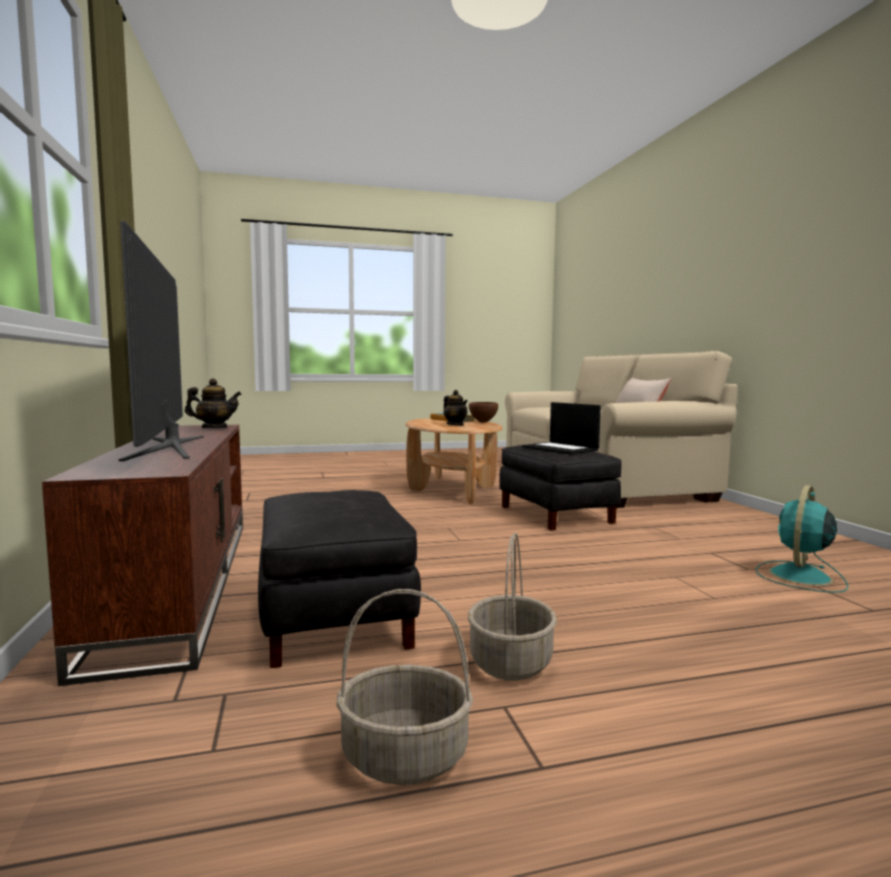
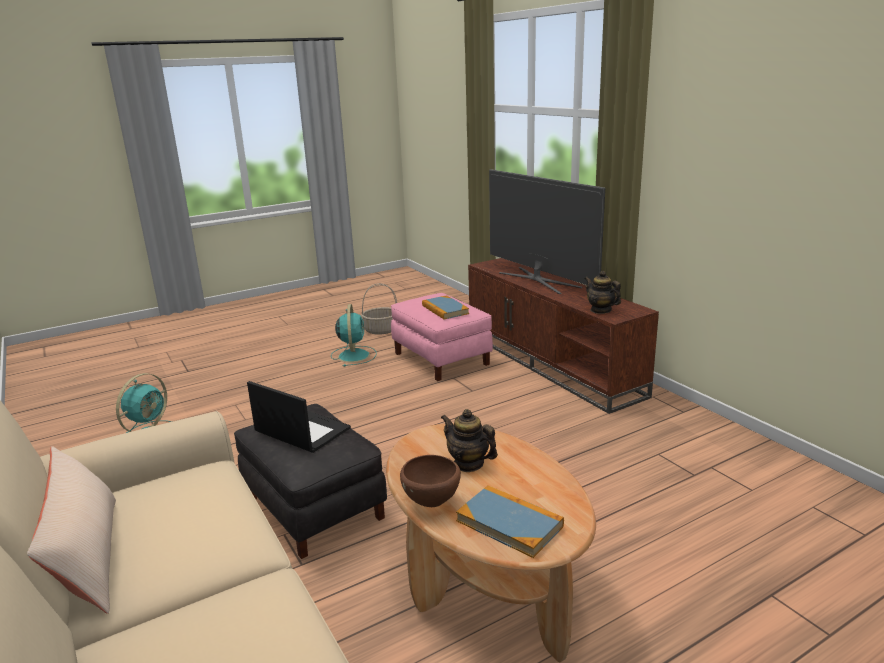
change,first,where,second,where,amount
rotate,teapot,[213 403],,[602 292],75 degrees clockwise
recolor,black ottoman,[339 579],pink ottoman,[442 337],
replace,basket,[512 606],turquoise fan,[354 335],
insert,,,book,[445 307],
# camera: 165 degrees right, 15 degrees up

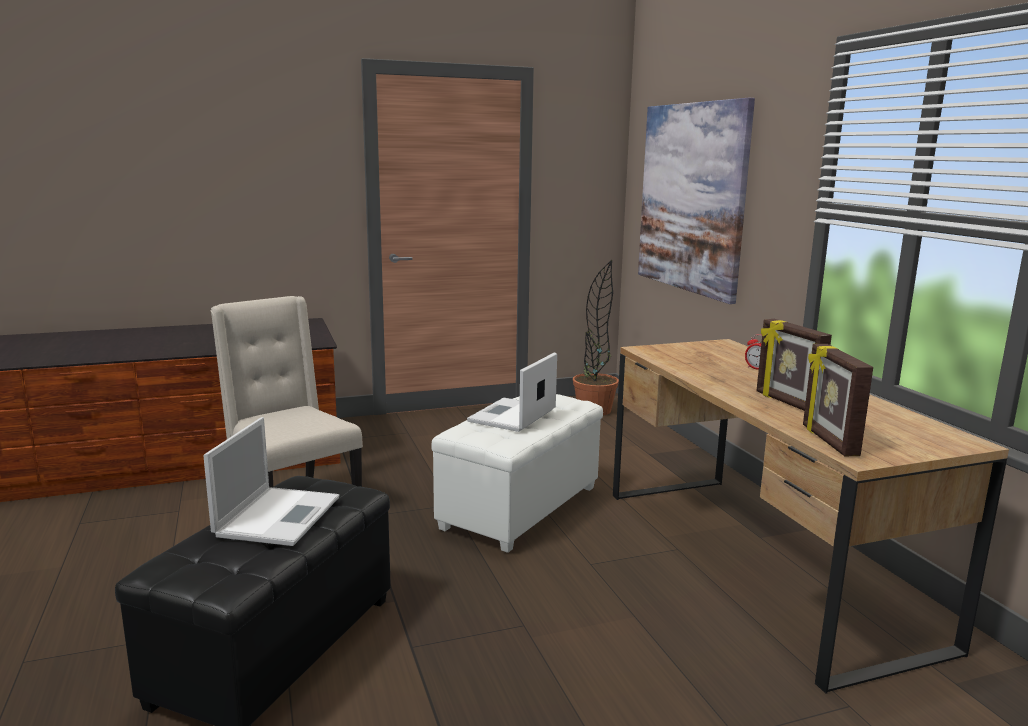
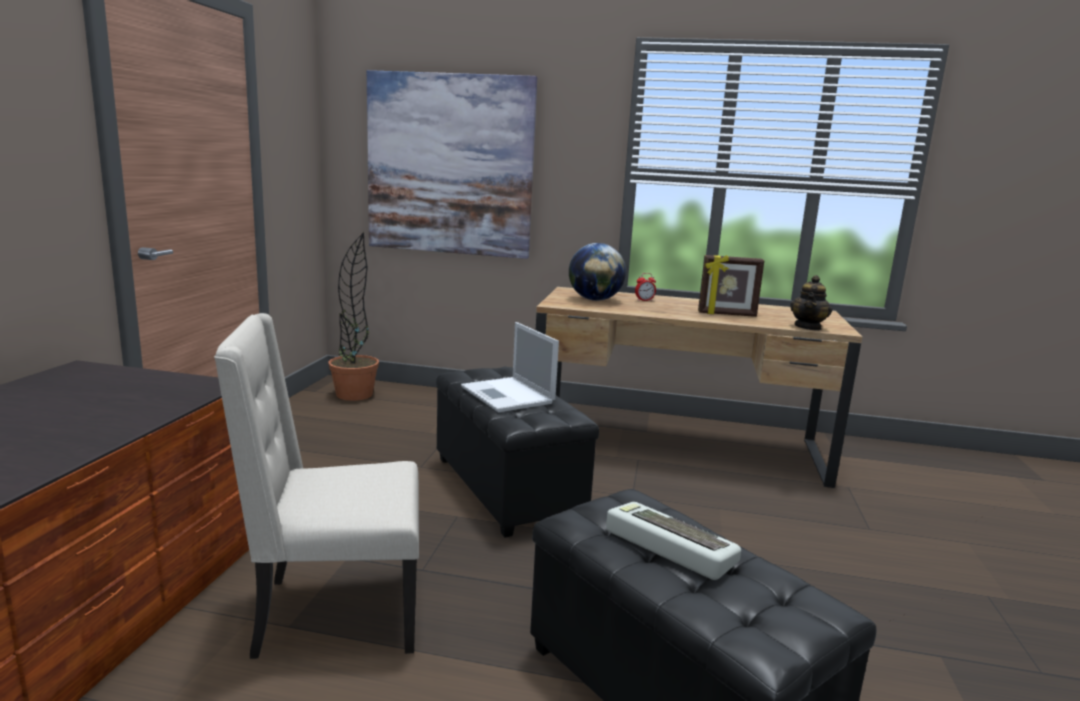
change,first,where,second,where,amount
replace,picture frame,[838 400],teapot,[811 303],
recolor,white ottoman,[517 473],black ottoman,[517 452],
replace,laptop,[271 481],keyboard,[673 541],
insert,,,globe,[597 272],
# camera: 60 degrees left, 0 degrees up

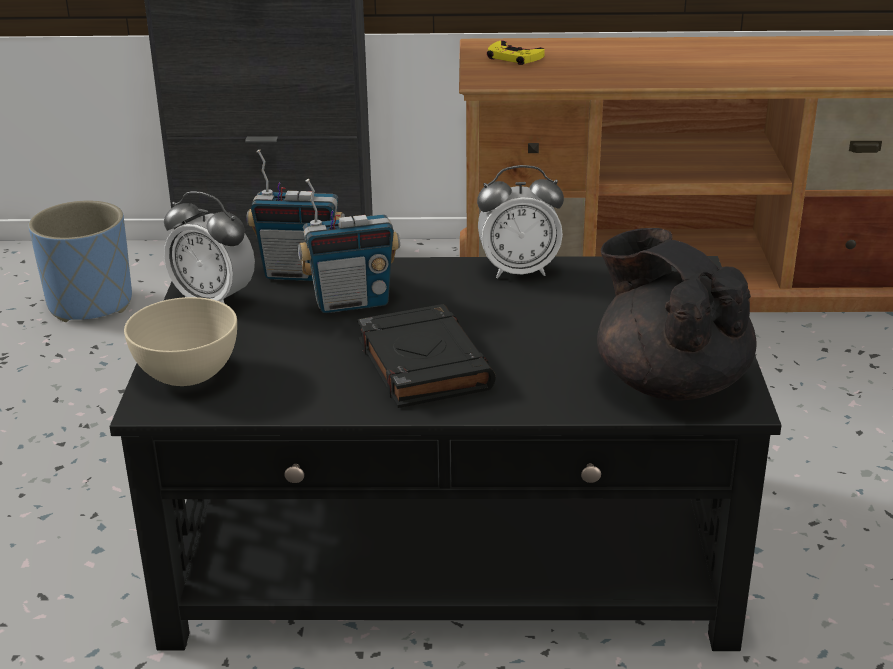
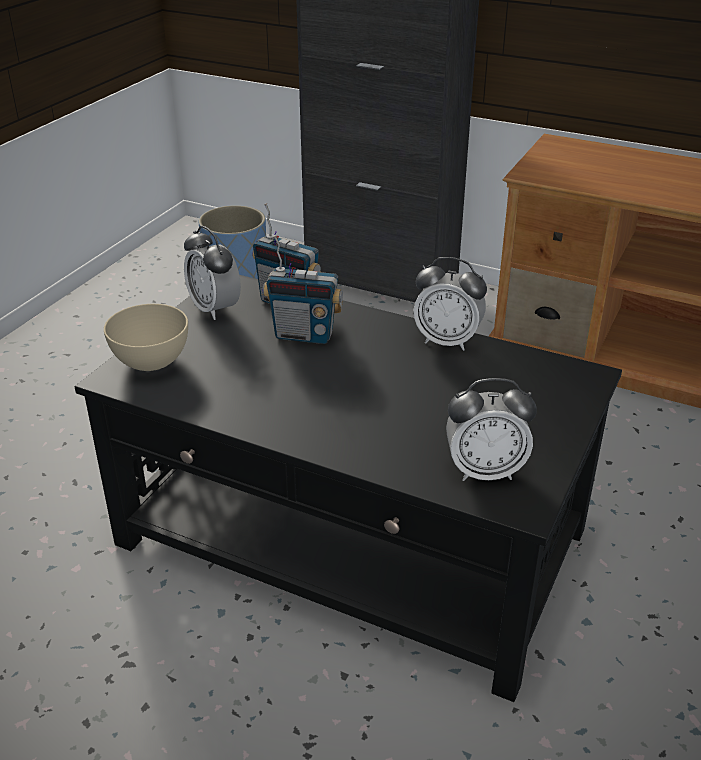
change,first,where,second,where,amount
delete,yellow game controller,[516 53],,,
replace,black teapot,[677 314],alarm clock,[491 429],
delete,black book,[426 356],,,
# camera: 25 degrees right, 5 degrees up

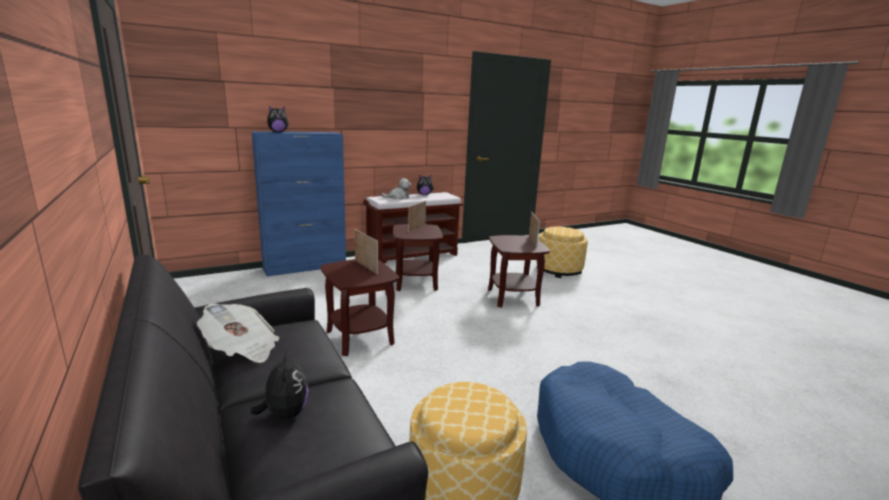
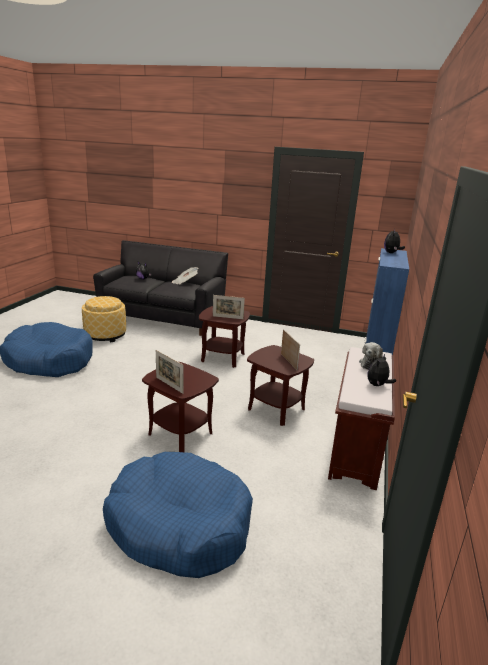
change,first,where,second,where,amount
replace,ottoman,[562 252],blue dog bed,[178 515],
# camera: 135 degrees right, 5 degrees up

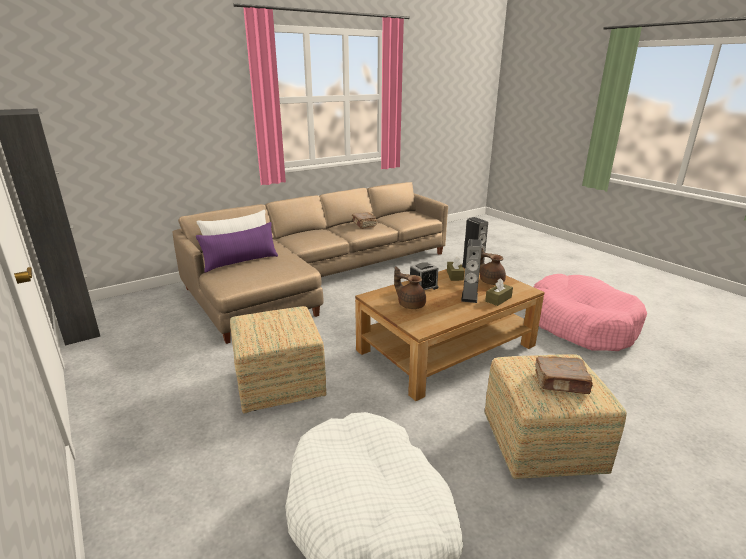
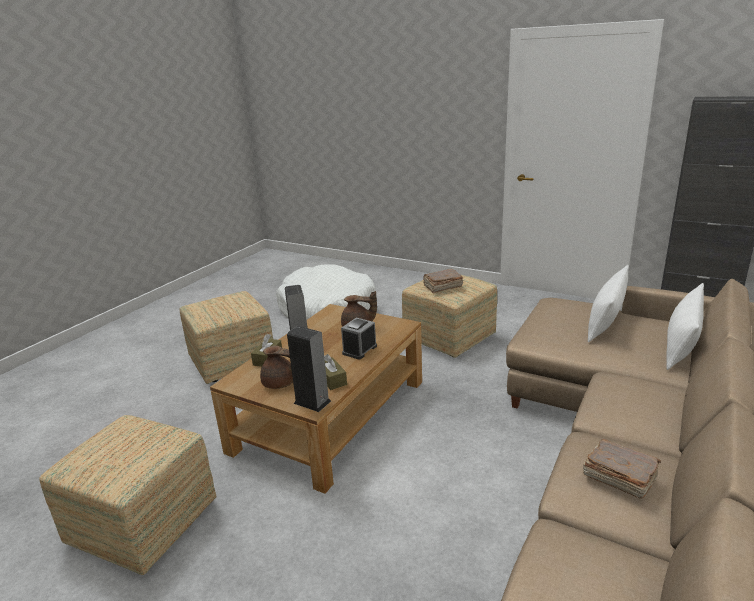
change,first,where,second,where,amount
recolor,purple pillow,[237 247],white pillow,[608 303],
replace,pink dog bed,[590 312],ottoman,[127 495],
move,brown book,[564 375],,[443 281],
# camera: 155 degrees right, 0 degrees up

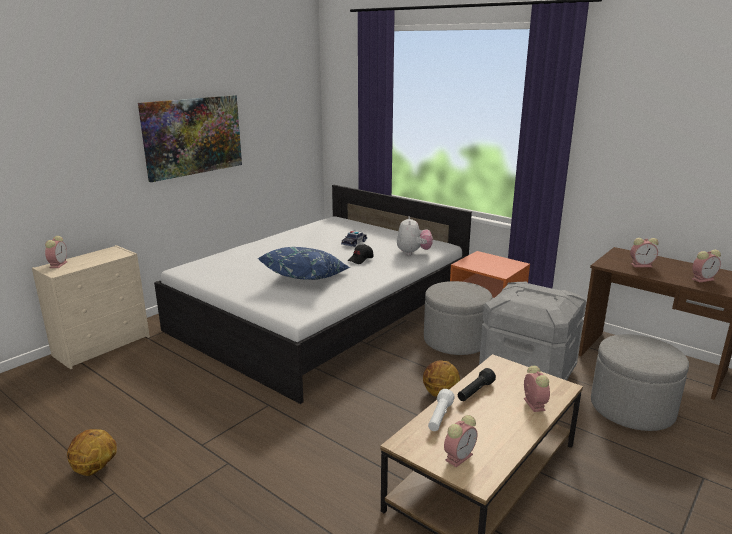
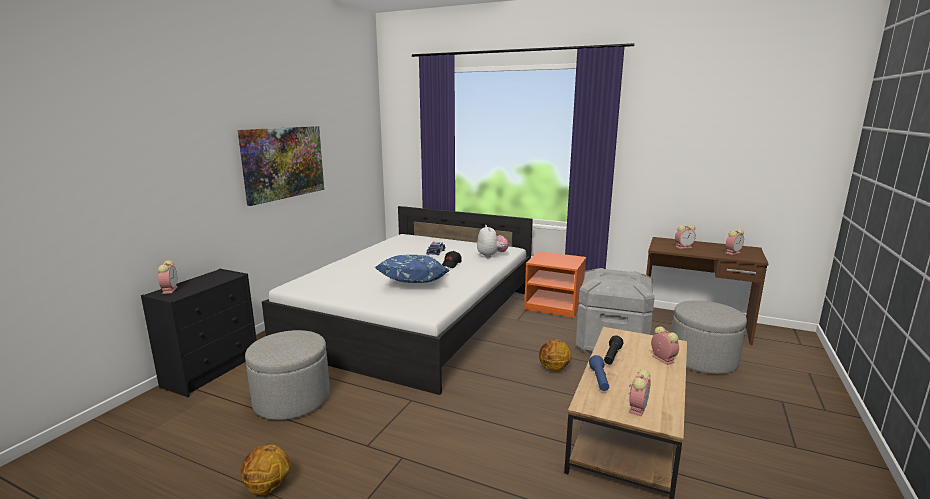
change,first,where,second,where,amount
recolor,beige dresser,[91 307],black dresser,[199 333],
move,grey ottoman,[458 318],,[287 375],
recolor,white flashlight,[441 410],blue flashlight,[599 373],
# camera: 15 degrees left, 5 degrees down

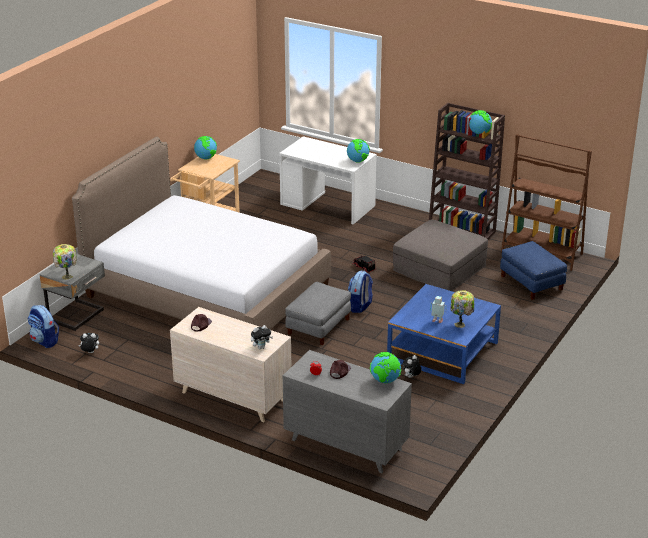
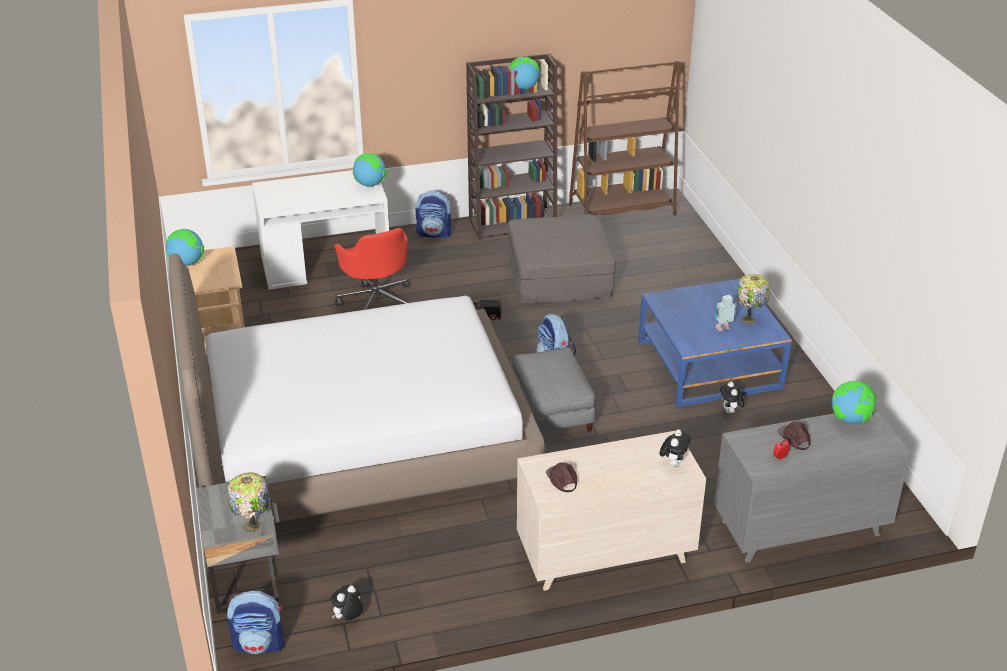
change,first,where,second,where,amount
delete,blue ottoman,[533 270],,,
insert,,,backpack,[434 214],
insert,,,red office chair,[371 269],
# camera: 45 degrees left, 5 degrees up

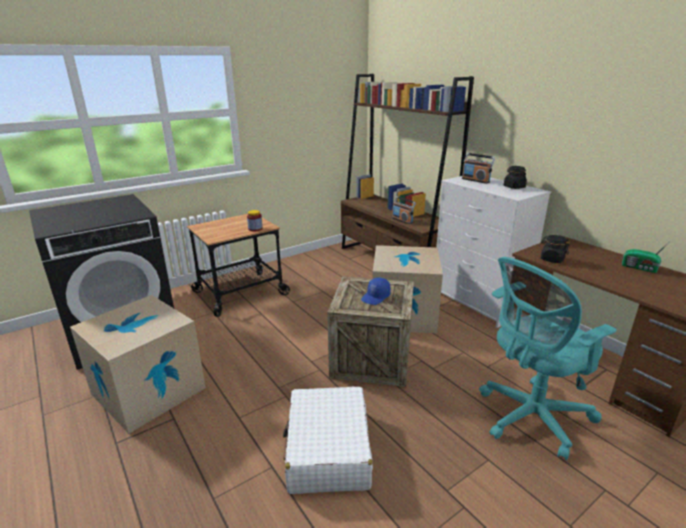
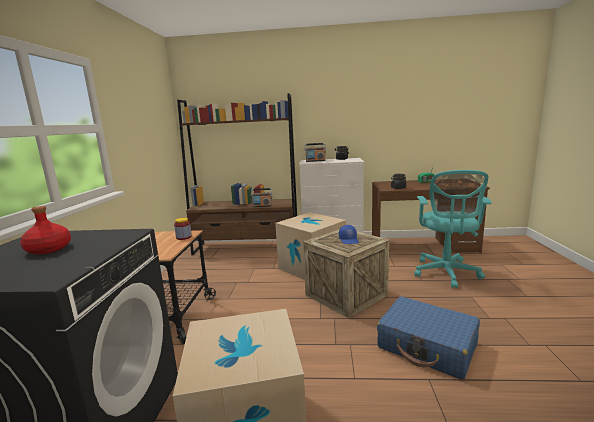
change,first,where,second,where,amount
recolor,white suitcase,[328 440],blue suitcase,[428 338],
insert,,,red bottle,[45 230],
# camera: 50 degrees left, 10 degrees down

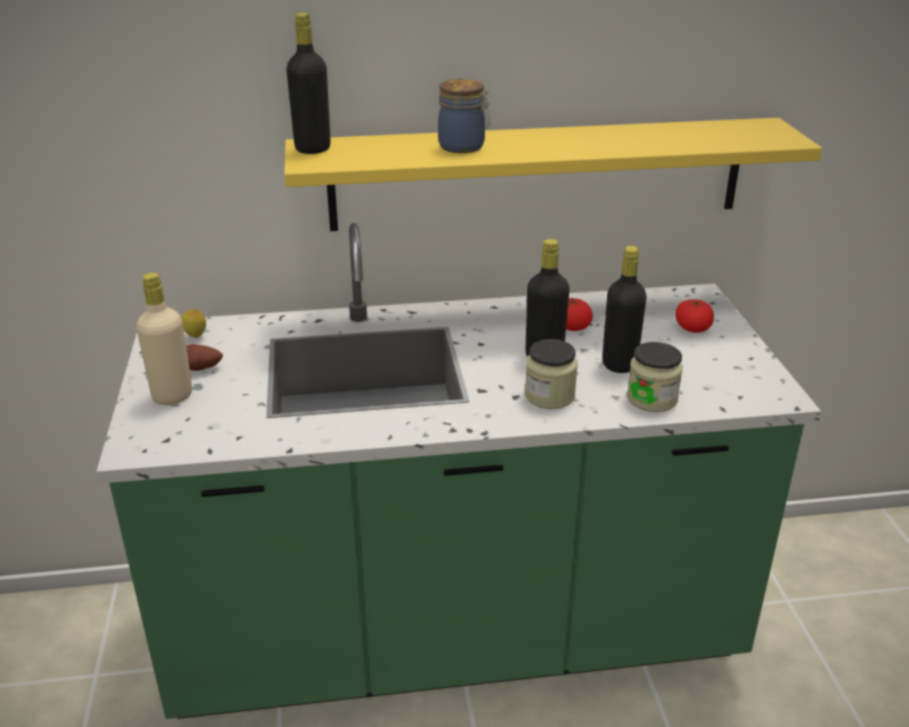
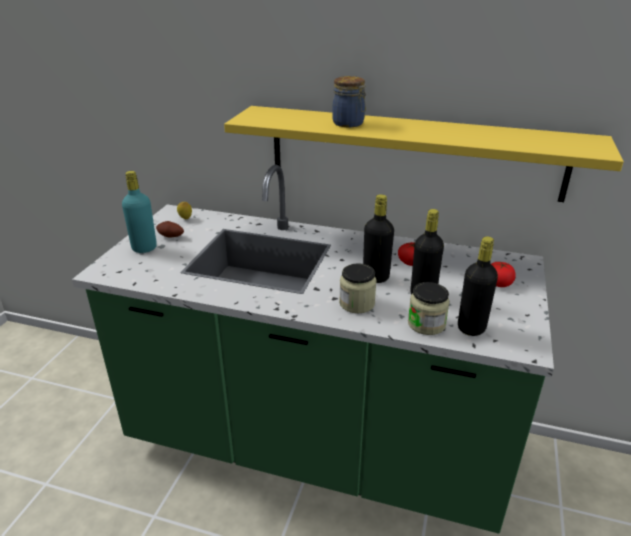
change,first,where,second,where,amount
move,black bottle,[308 83],,[478 286],
recolor,beige bottle,[164 339],turquoise bottle,[139 212],
# camera: 25 degrees right, 0 degrees up

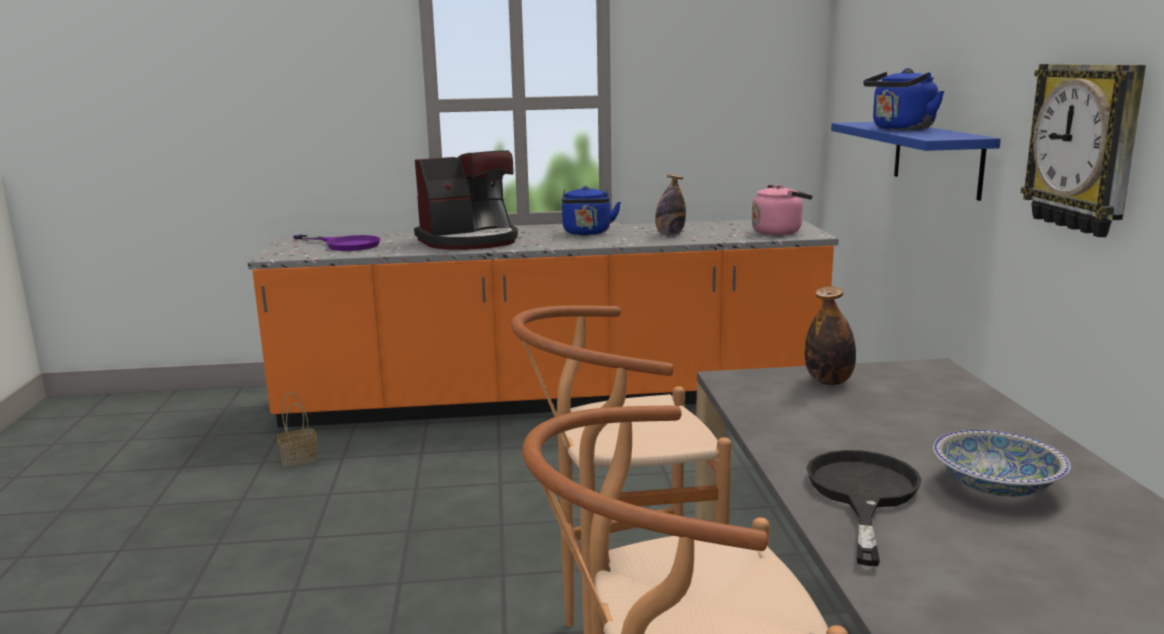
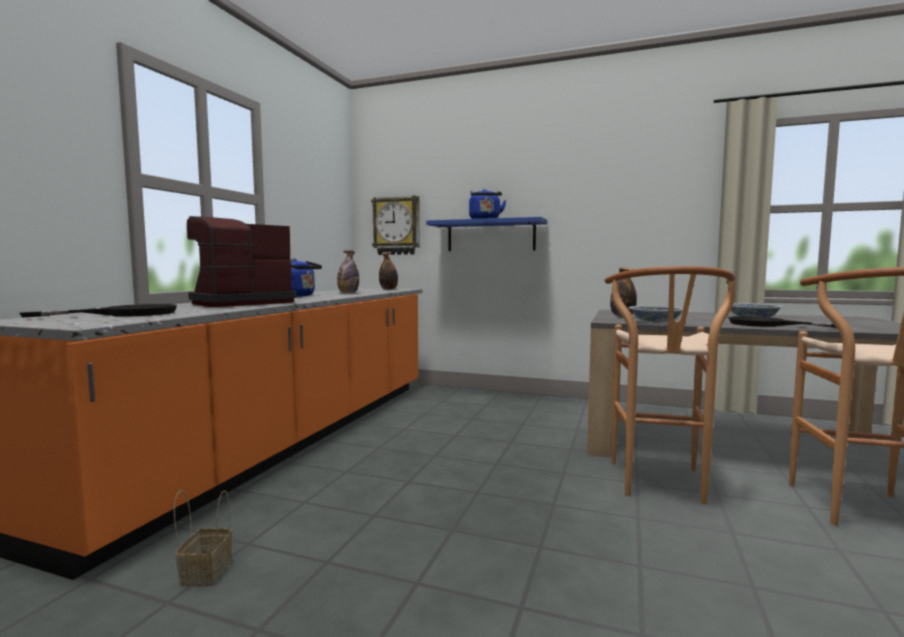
change,first,where,second,where,amount
move,wall clock,[1083 150],,[395 225],
rotate,coffee machine,[466 200],,[242 261],135 degrees counterclockwise
replace,pink kettle,[782 210],bottle,[388 271],
recolor,purple frying pan,[336 242],black frying pan,[98 311],
insert,,,bowl,[655 314],
# camera: 65 degrees left, 10 degrees down

